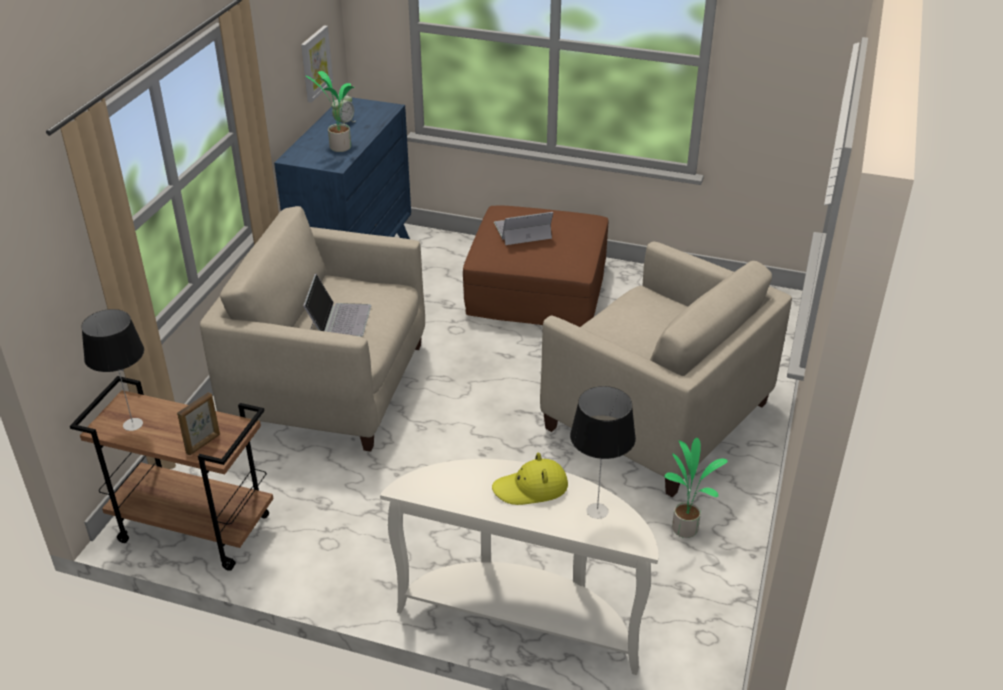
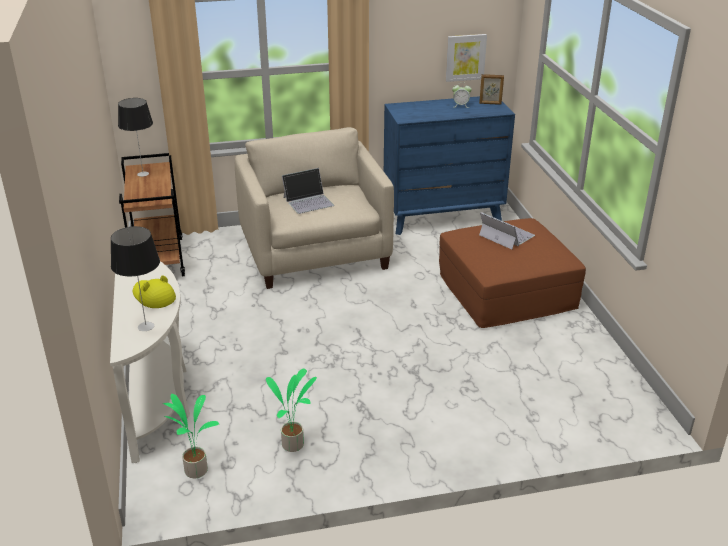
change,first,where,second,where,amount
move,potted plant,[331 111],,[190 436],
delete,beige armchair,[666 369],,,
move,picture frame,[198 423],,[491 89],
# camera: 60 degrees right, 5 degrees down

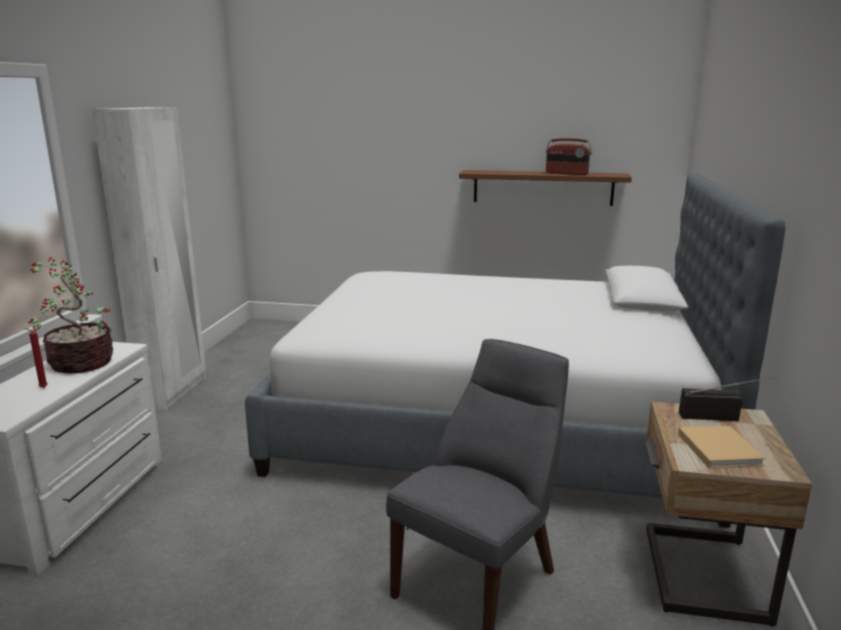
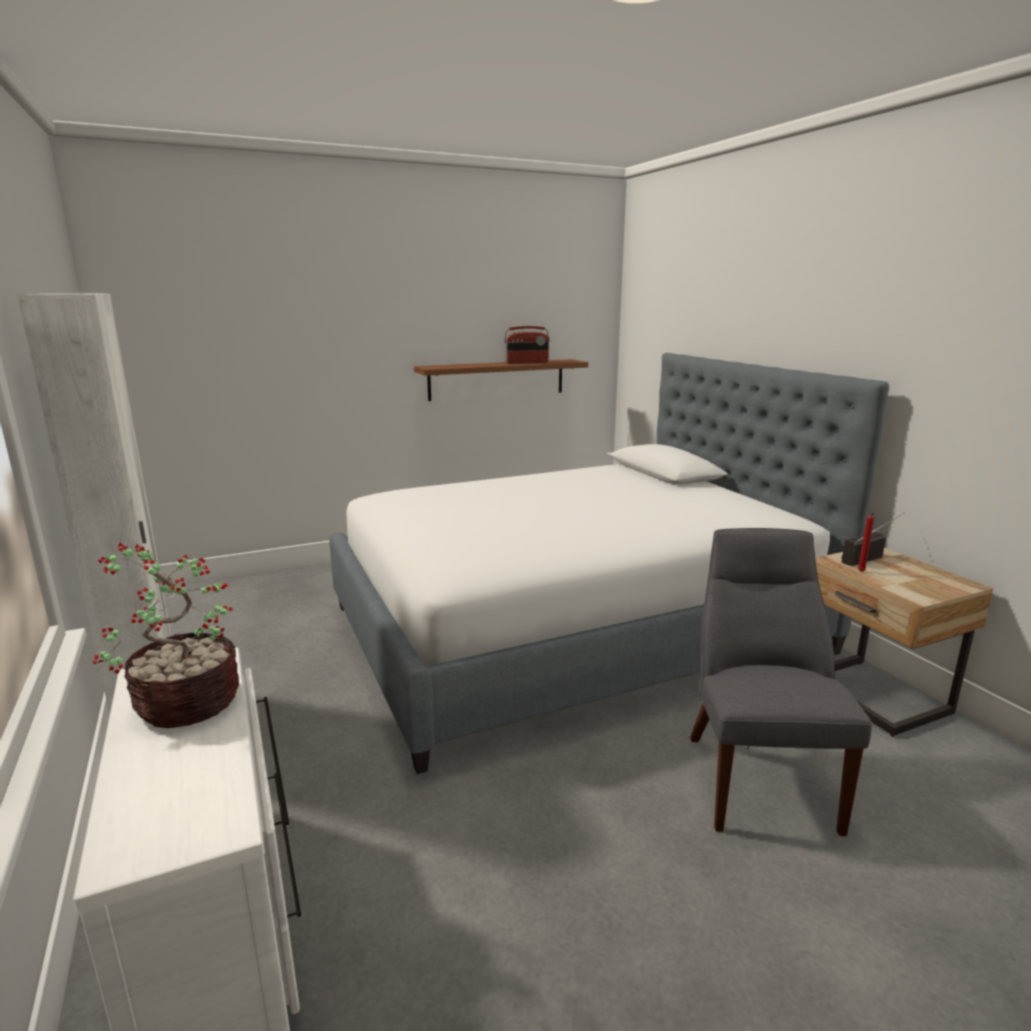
change,first,where,second,where,amount
move,red candle,[35 358],,[866 542],
delete,beige book,[721 447],,,
# camera: 35 degrees left, 0 degrees up

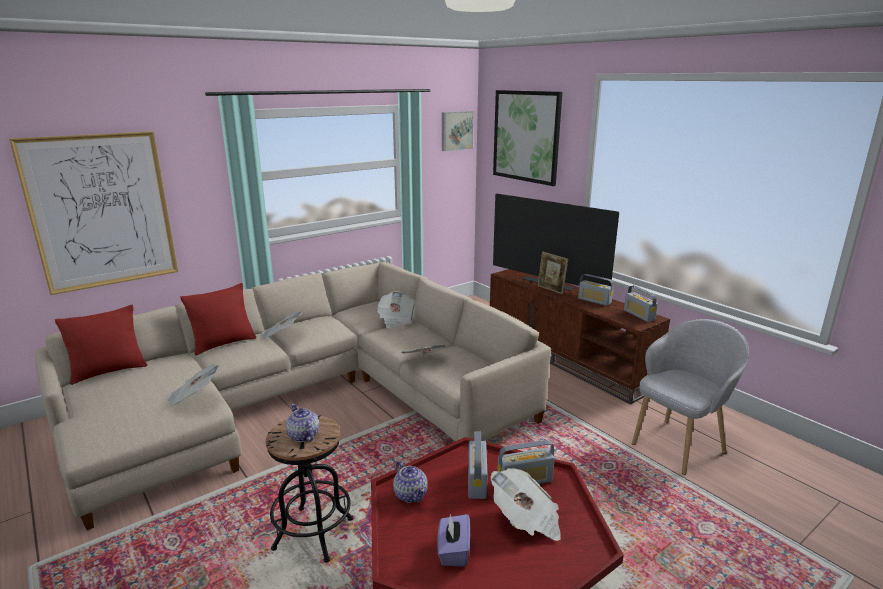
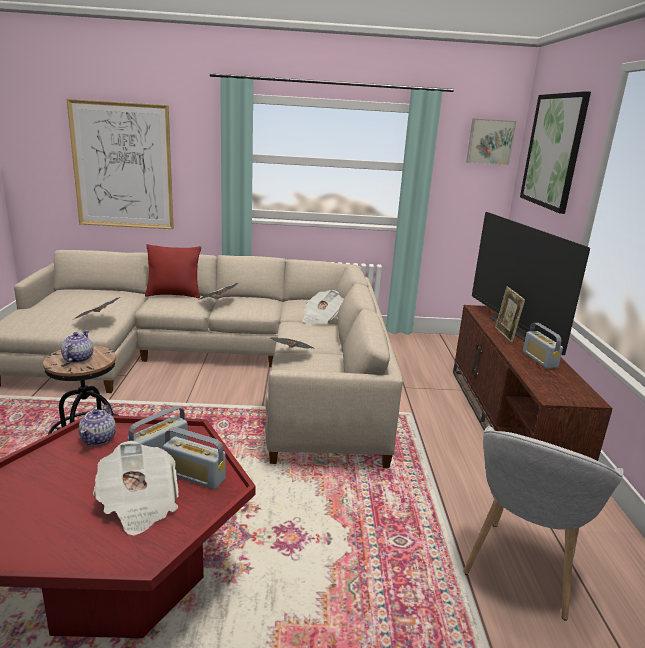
change,first,where,second,where,amount
delete,radio,[641 303],,,
delete,red pillow,[101 344],,,
rotate,grey armchair,[690 397],,[543 523],120 degrees clockwise
delete,purple tissue box,[453 540],,,
# camera: 35 degrees right, 0 degrees up

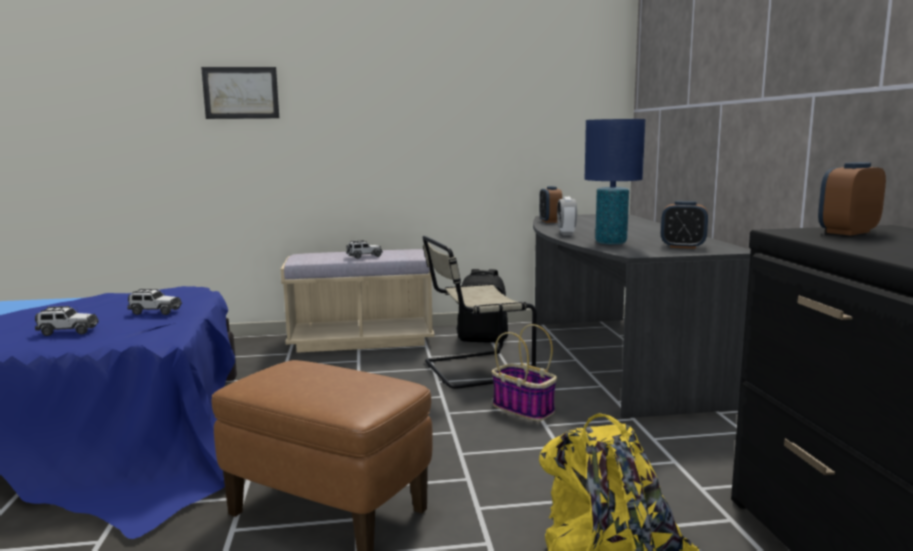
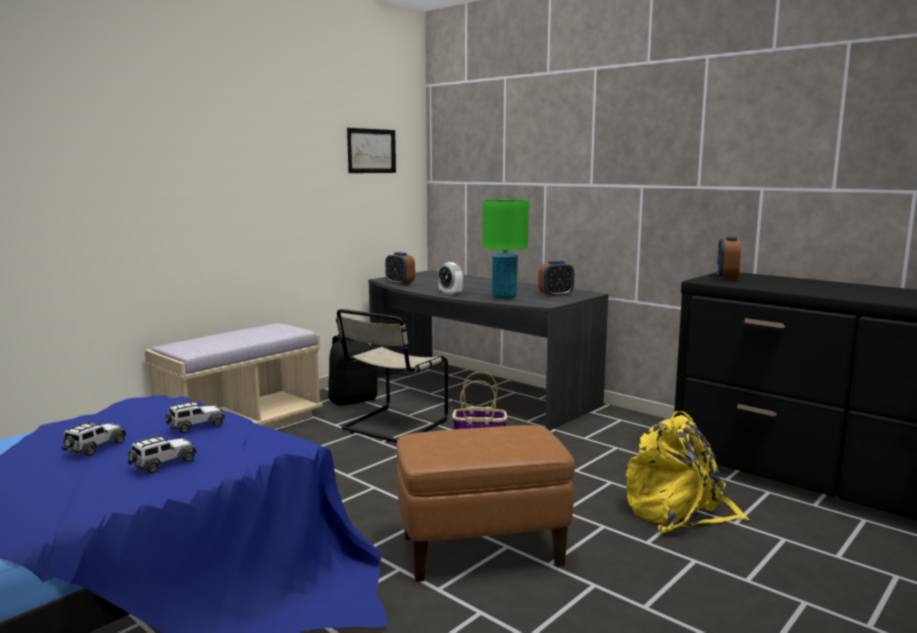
change,first,where,second,where,amount
move,picture,[240 93],,[371 150],
recolor,blue table lamp,[615 182],green table lamp,[506 249],
move,toy car,[364 249],,[94 438],
# camera: 40 degrees left, 0 degrees up

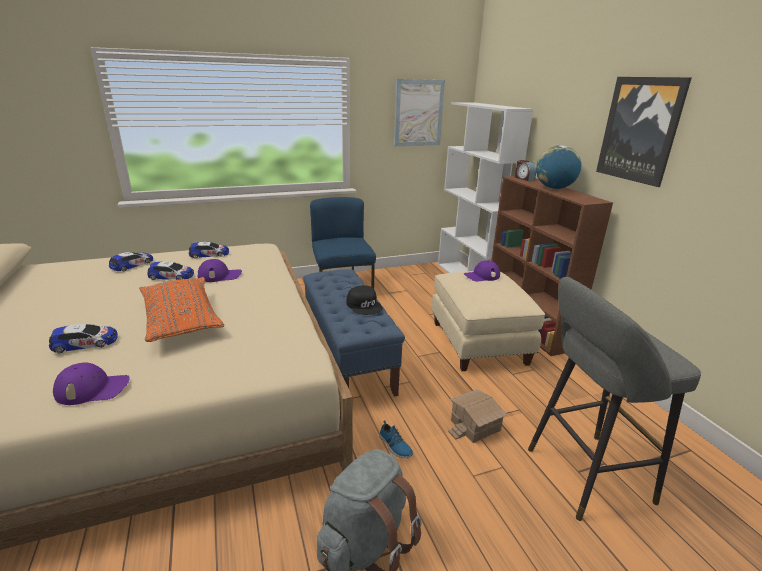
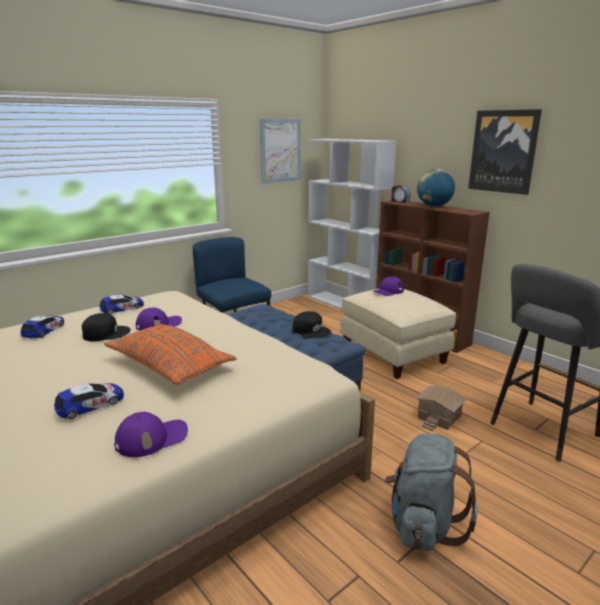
change,first,where,second,where,amount
replace,toy car,[170 270],black cap,[106 327],
delete,shoe,[396 439],,,
# camera: 20 degrees left, 5 degrees down

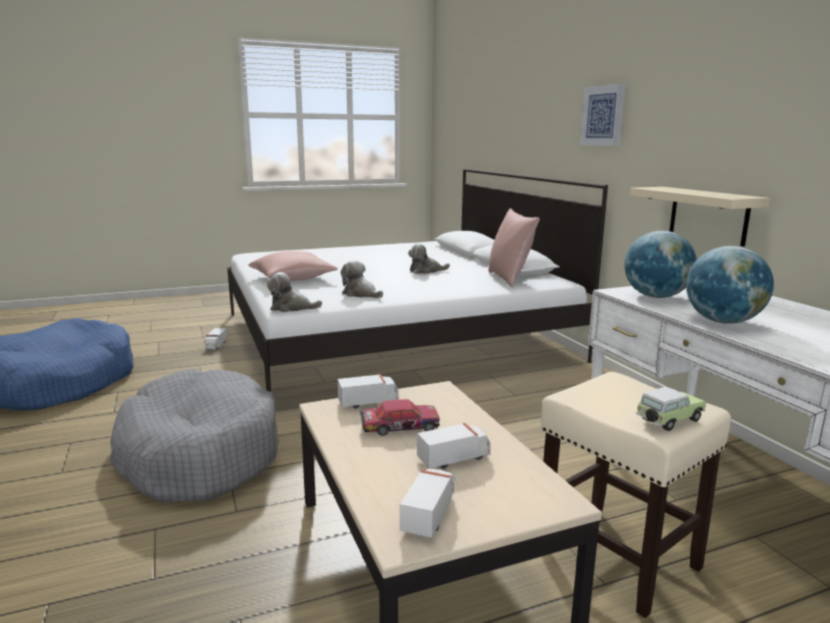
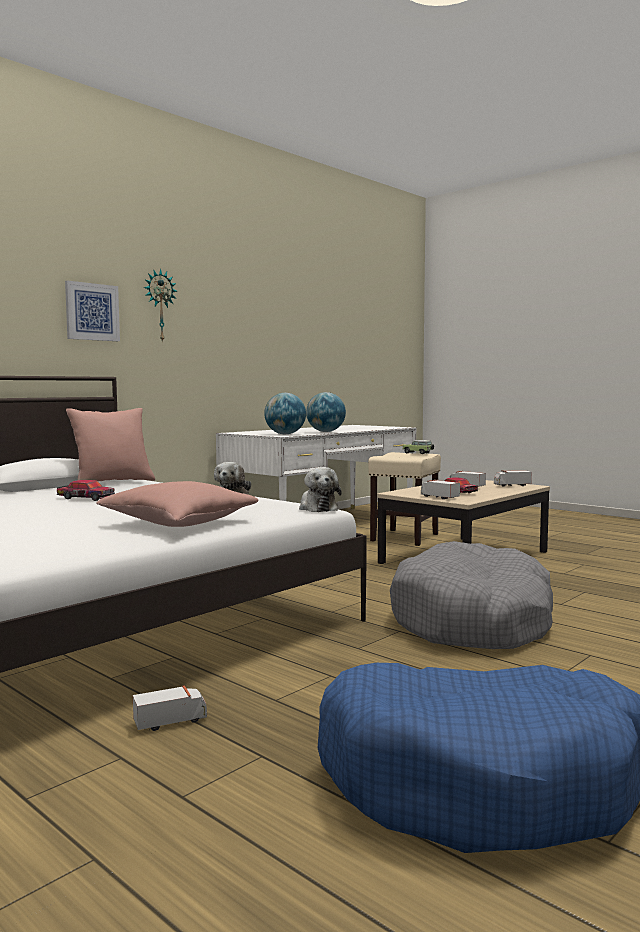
change,first,where,second,where,amount
delete,beige shelf,[700 217],,,
replace,plush toy,[429 258],toy car,[86 490],
insert,,,wall clock,[160 305],
# camera: 115 degrees left, 10 degrees down

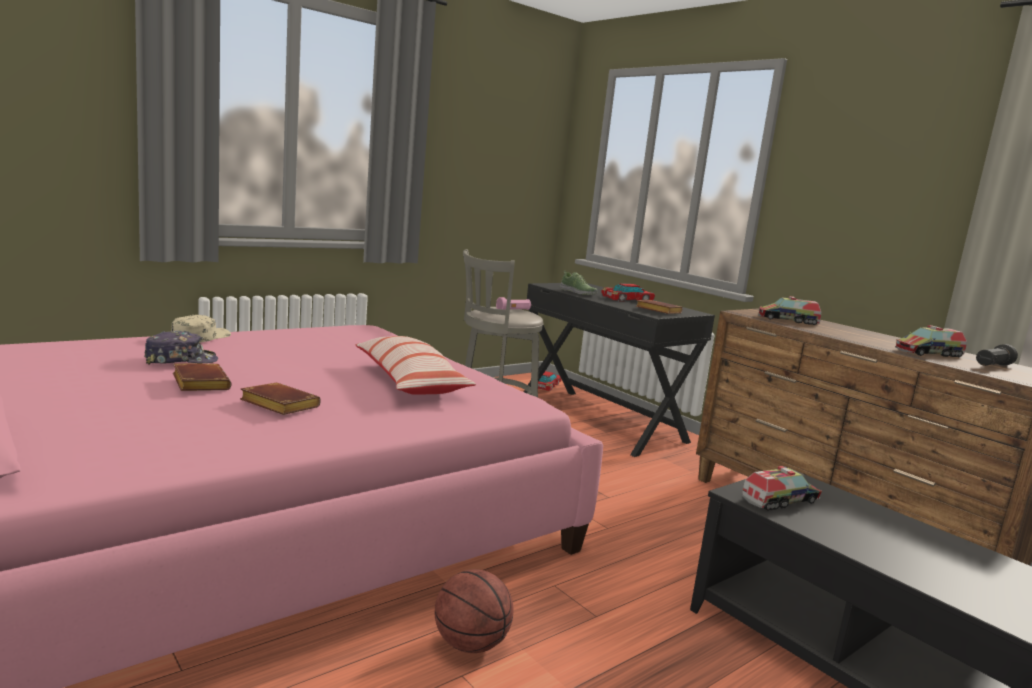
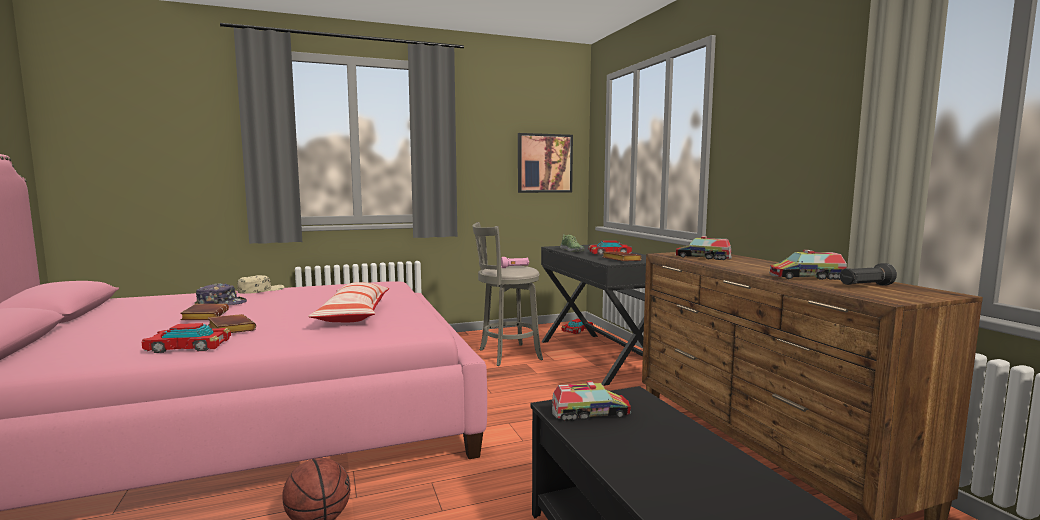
change,first,where,second,where,amount
insert,,,picture,[545 163],
insert,,,toy car,[186 338],
# camera: 20 degrees right, 5 degrees down

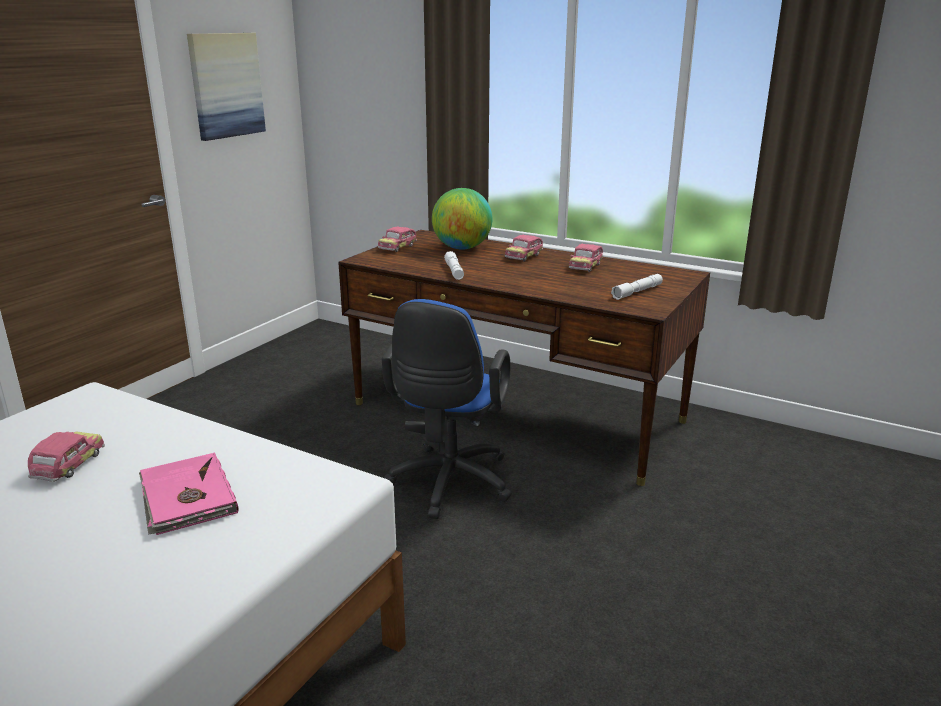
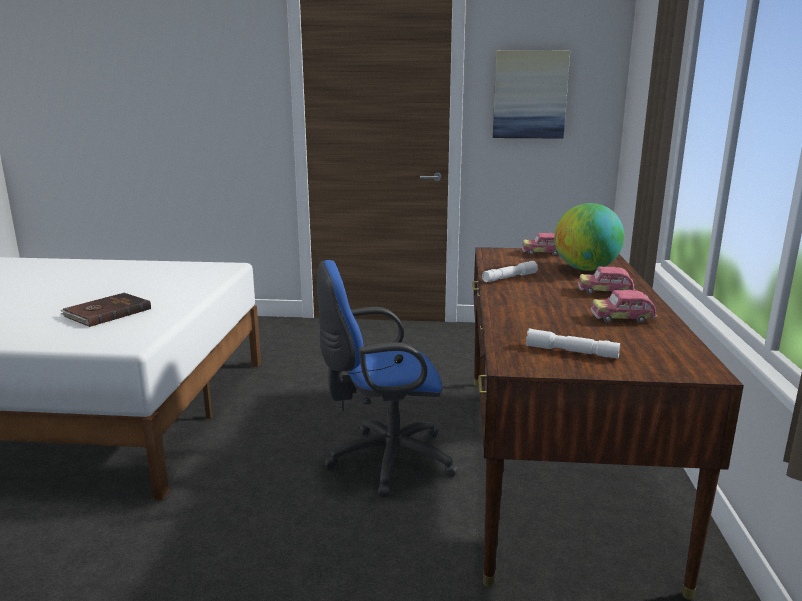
change,first,where,second,where,amount
delete,toy car,[66 457],,,
recolor,pink book,[188 493],brown book,[105 310],
# camera: 65 degrees right, 5 degrees down

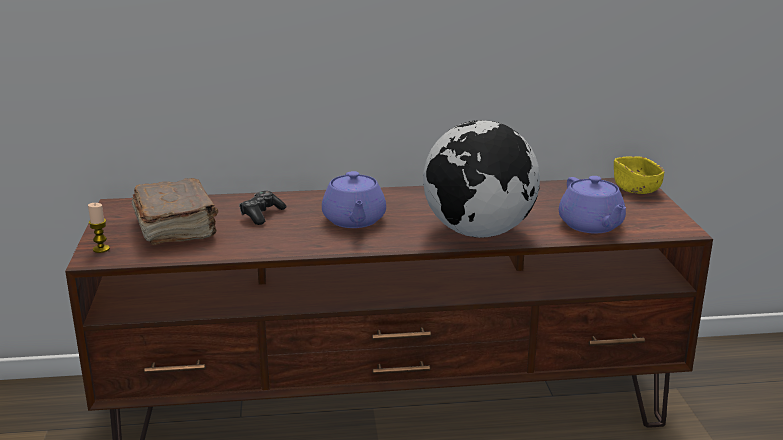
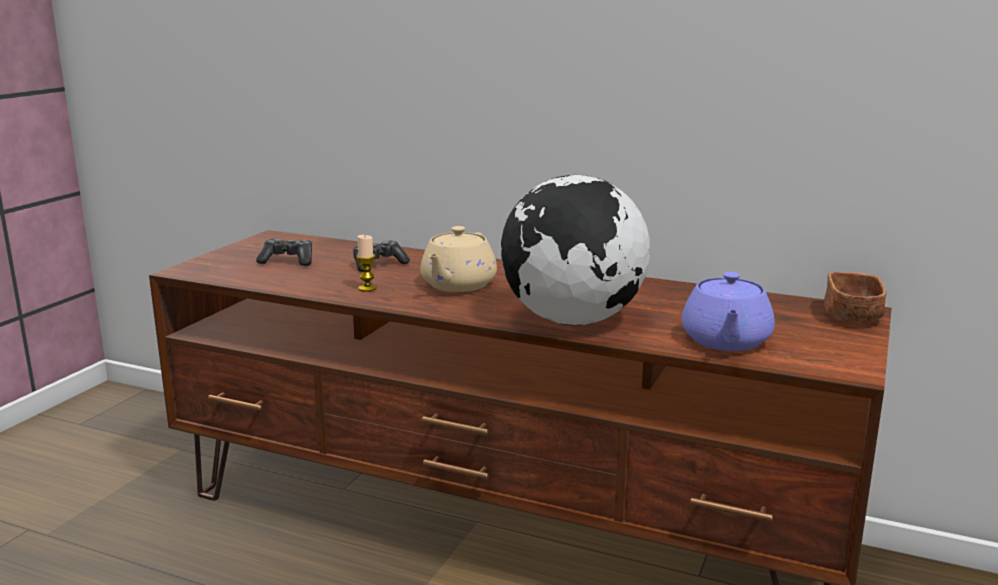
change,first,where,second,where,amount
recolor,yellow bowl,[639 175],brown bowl,[855 297],
recolor,purple teapot,[354 199],beige teapot,[458 259],
replace,brown book,[175 211],game controller,[284 252],
move,candle,[99 228],,[366 263],
# camera: 30 degrees right, 5 degrees down

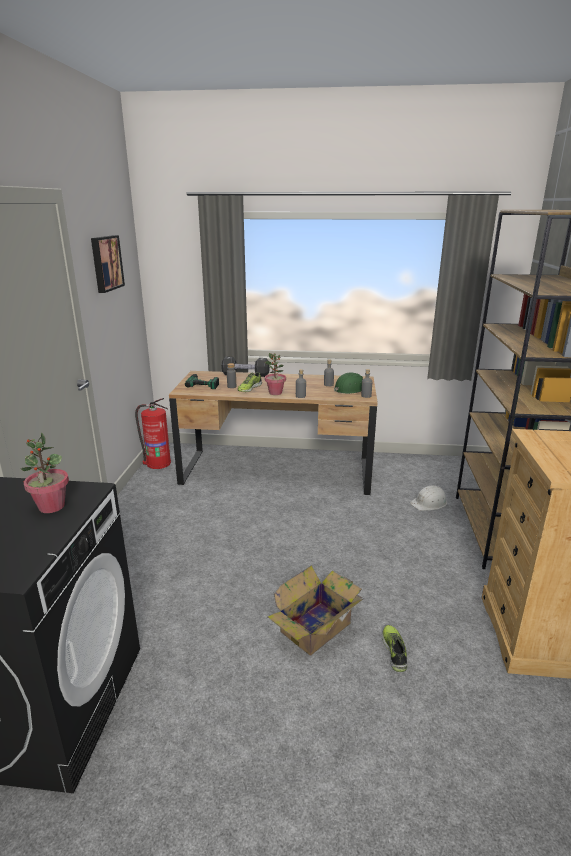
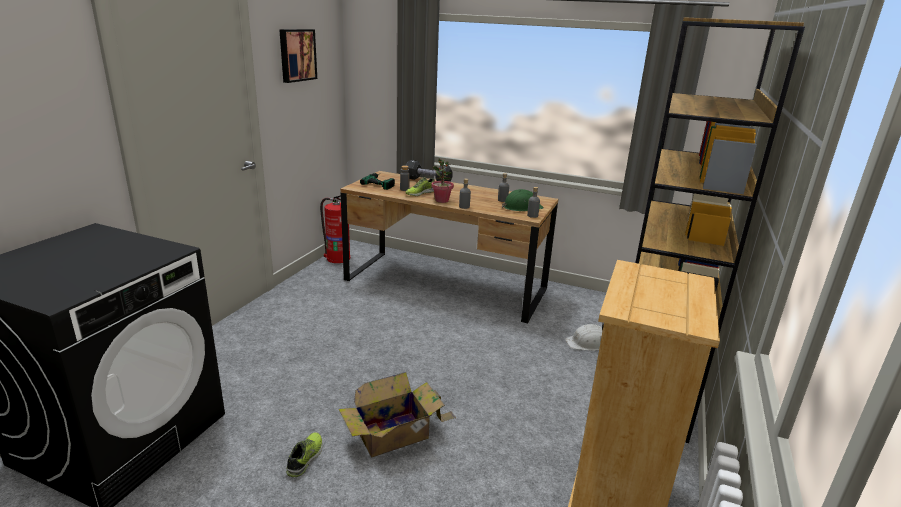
change,first,where,second,where,amount
delete,potted plant,[45 472],,,
move,shoe,[395 648],,[304 454],
# camera: 15 degrees right, 0 degrees up

